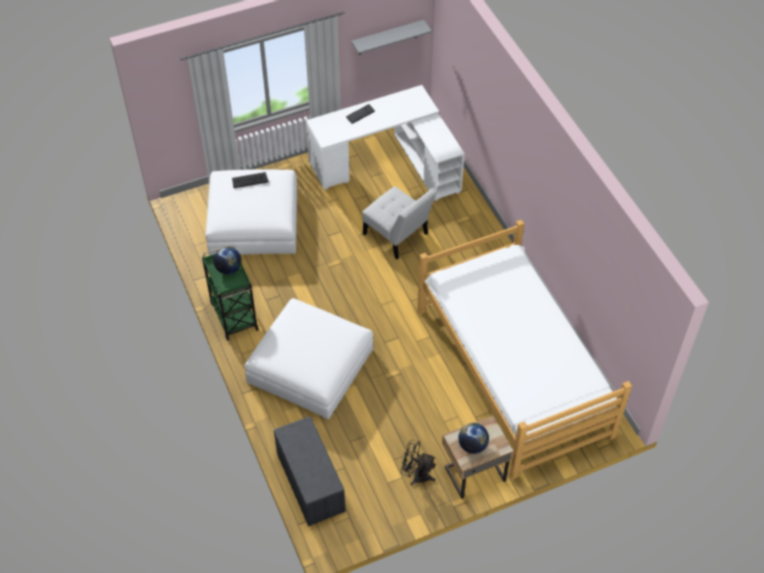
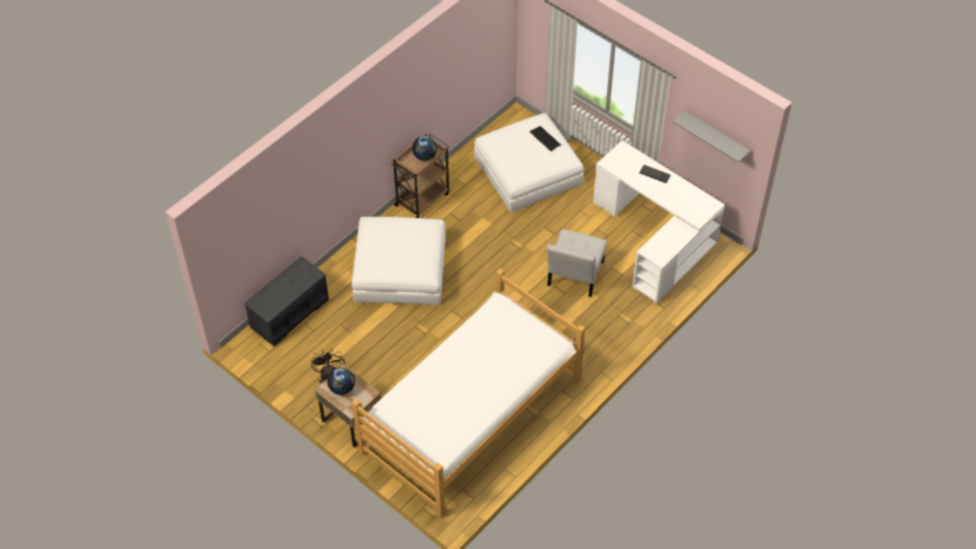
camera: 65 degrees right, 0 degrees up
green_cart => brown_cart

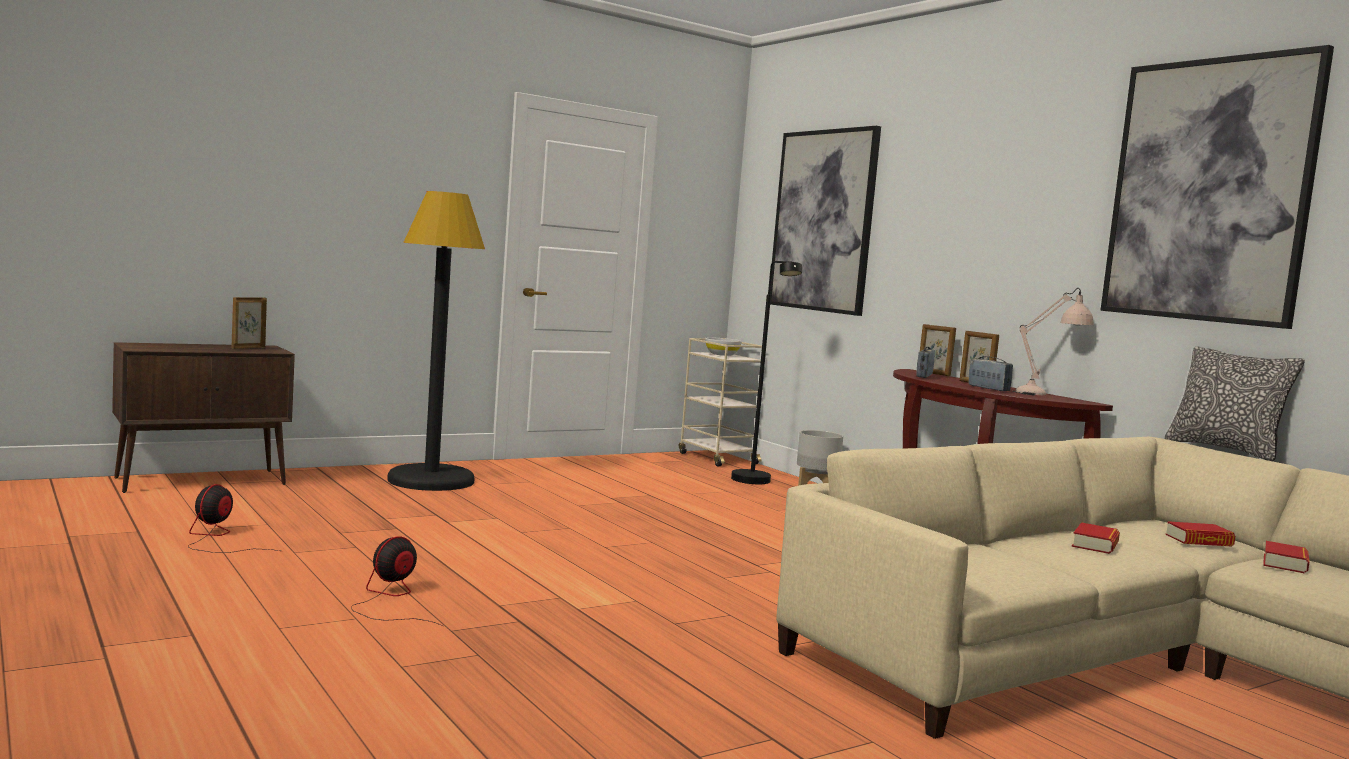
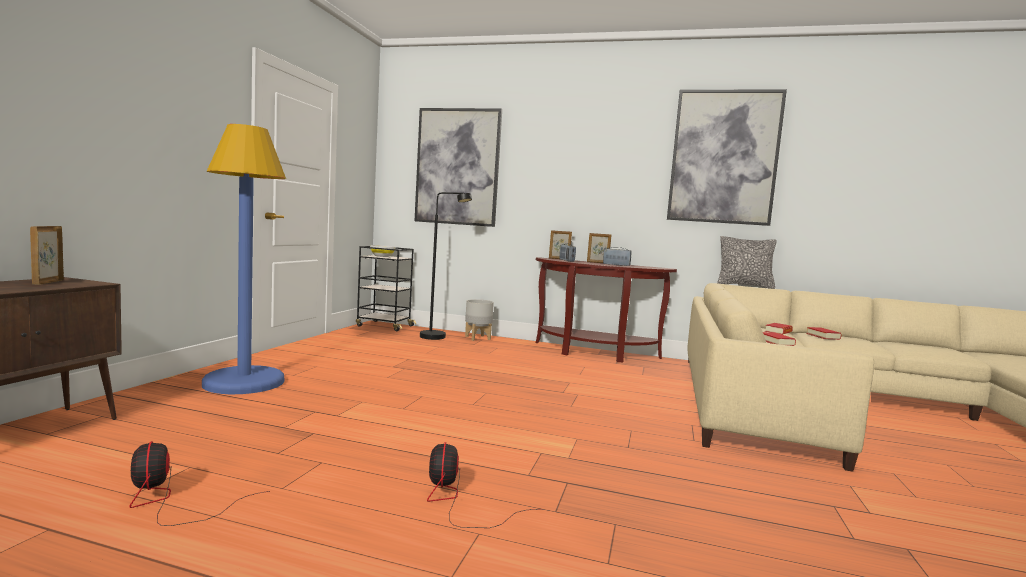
camera: 40 degrees left, 0 degrees up
black_floor_lamp (no. 1 from left) => blue_floor_lamp
beige_cart => black_cart
beige_table_lamp => nothing

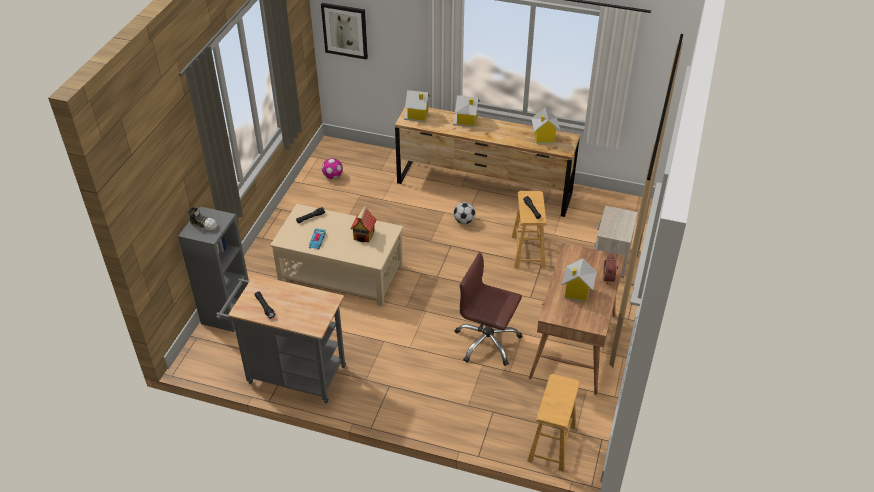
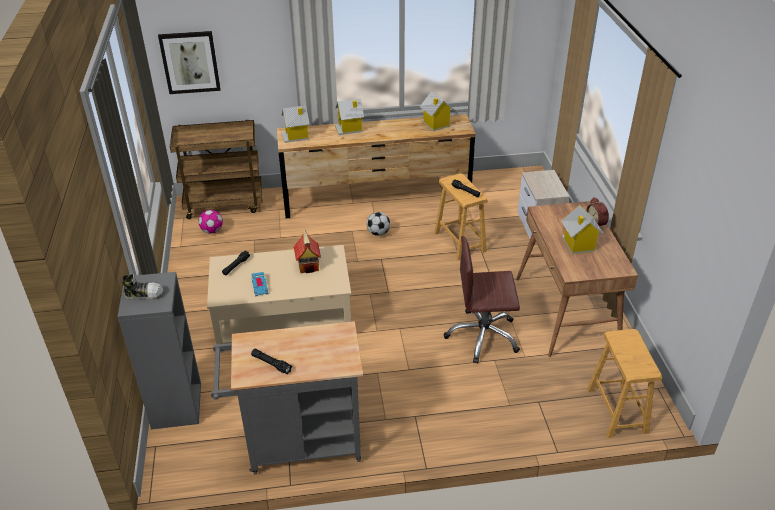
camera: 25 degrees left, 5 degrees down
nothing => brown_cart

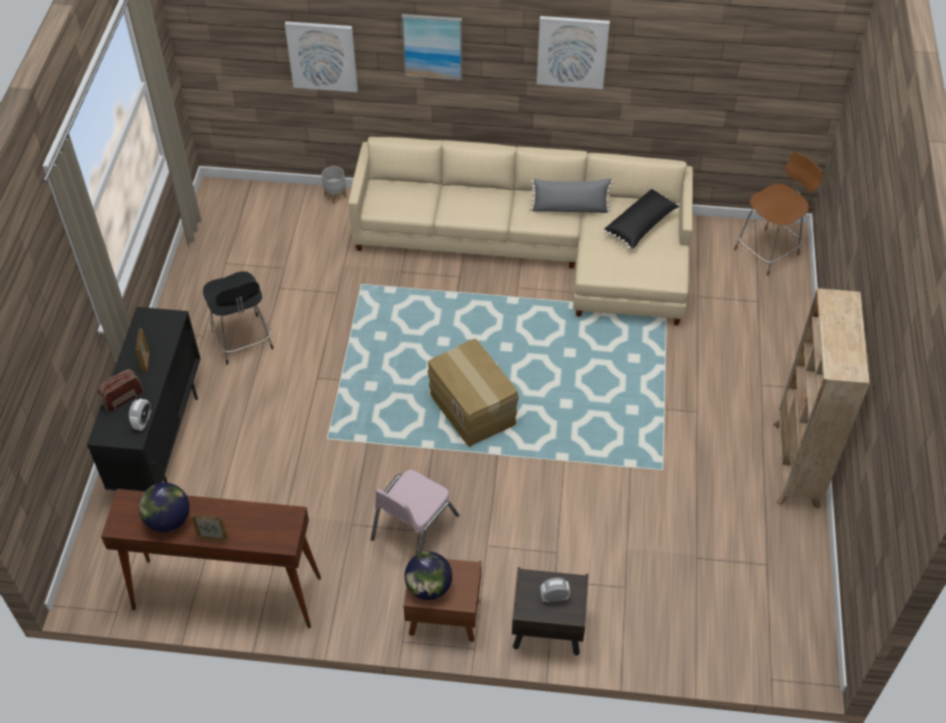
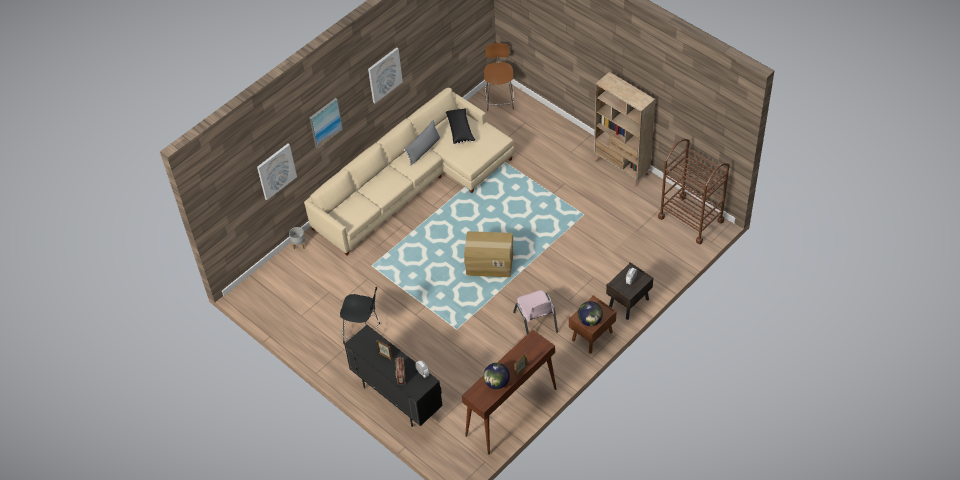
camera: 50 degrees left, 0 degrees up
nothing => brown_cart

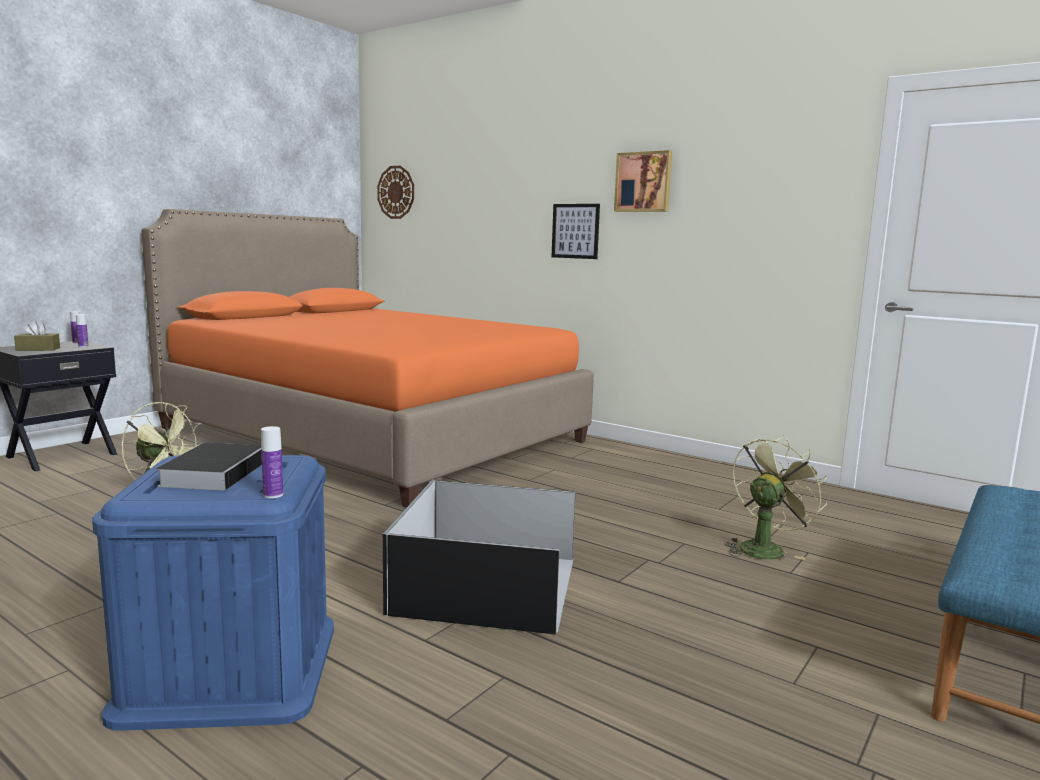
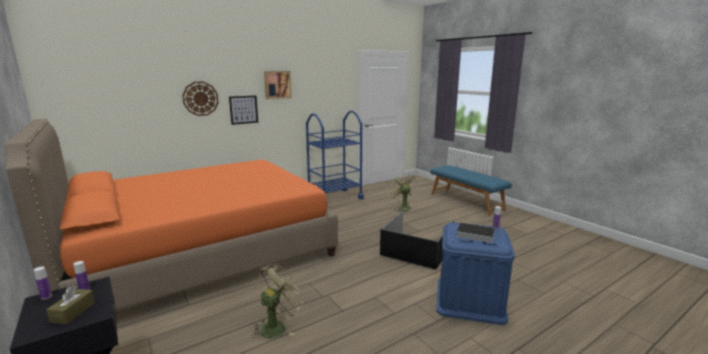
camera: 70 degrees left, 5 degrees up
wall_clock, relocated
nothing => blue_cart

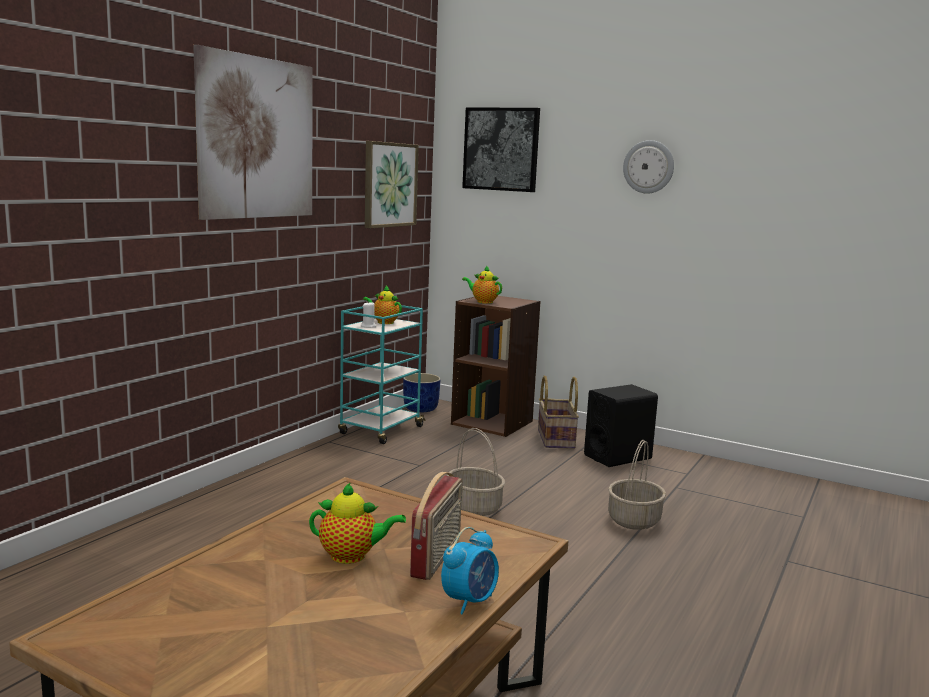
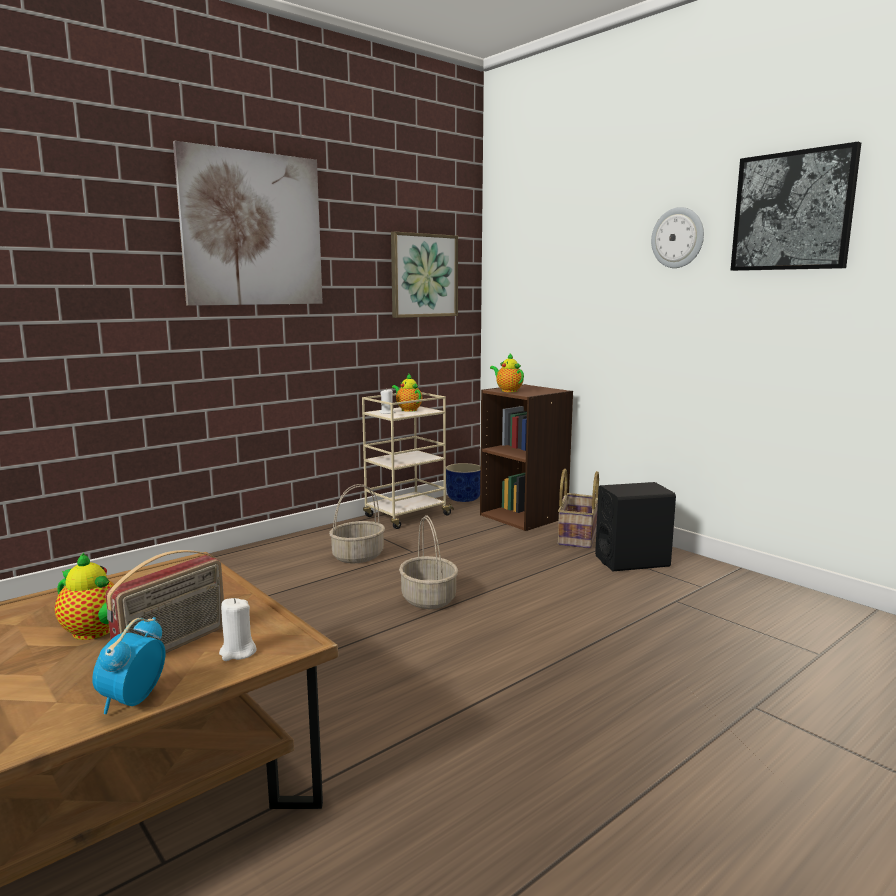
camera: 20 degrees right, 0 degrees up
turquoise_cart => beige_cart
alarm_clock, 135 degrees clockwise
picture (no. 3 from left), relocated
basket (no. 3 from left in the first image) => basket (no. 1 from left), relocated
nothing => white_candle (no. 1 from left)

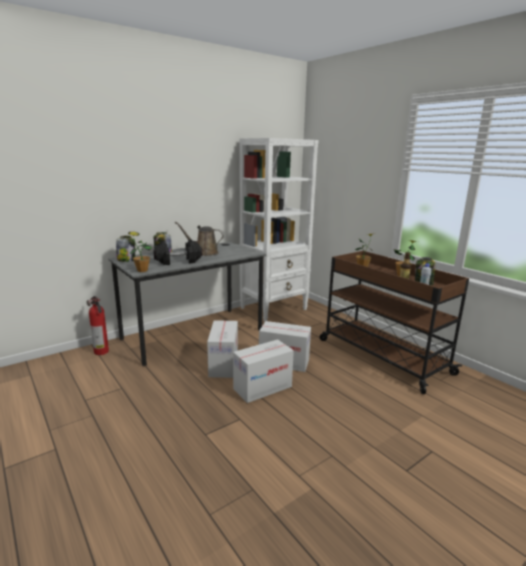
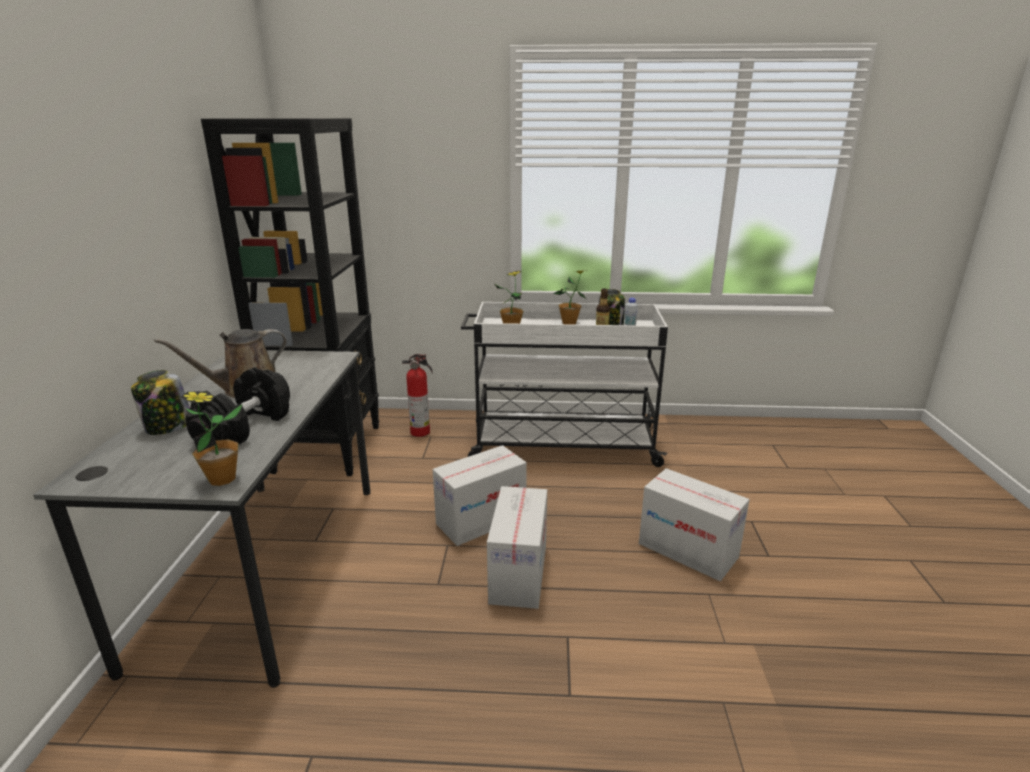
camera: 50 degrees left, 5 degrees up
fire_extinguisher, relocated
jar (no. 1 from left) => nothing
cardboard_box (no. 1 from left in the first image) => cardboard_box (no. 3 from left), relocated
white_bookcase => black_bookcase
brown_cart => white_cart

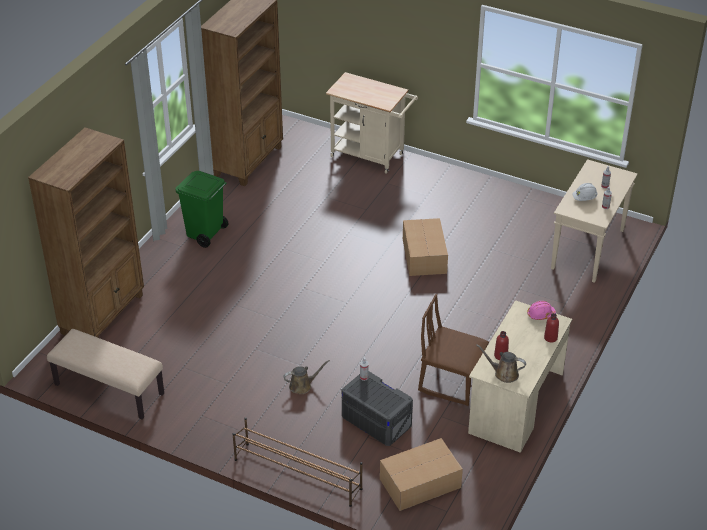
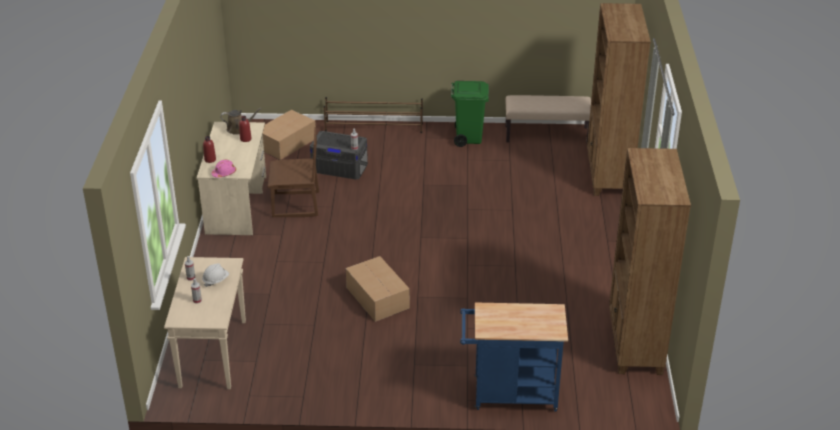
camera: 155 degrees right, 5 degrees down
green_trash_can, relocated
brown_watering_can (no. 1 from left) => nothing
beige_cart => blue_cart

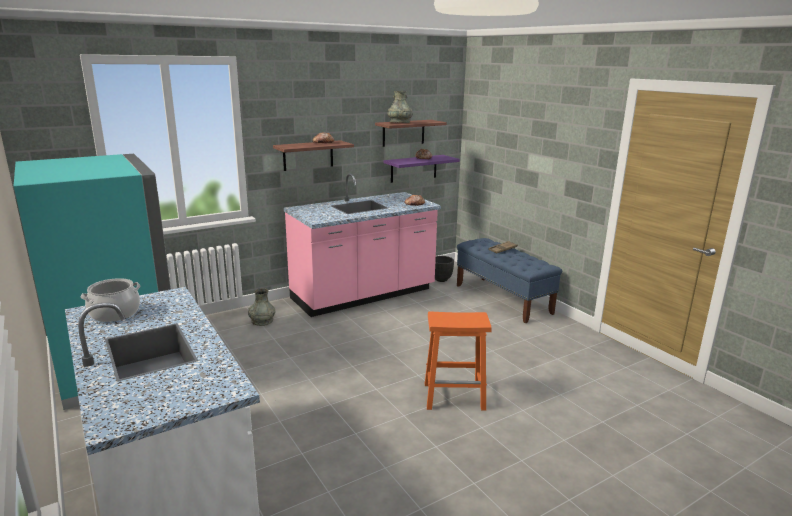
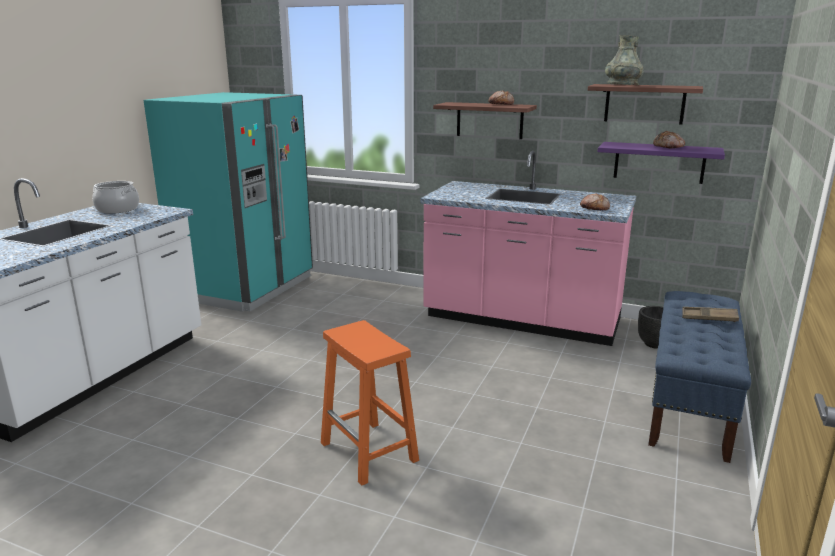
camera: 55 degrees right, 0 degrees up
grey_vase (no. 1 from left) => nothing

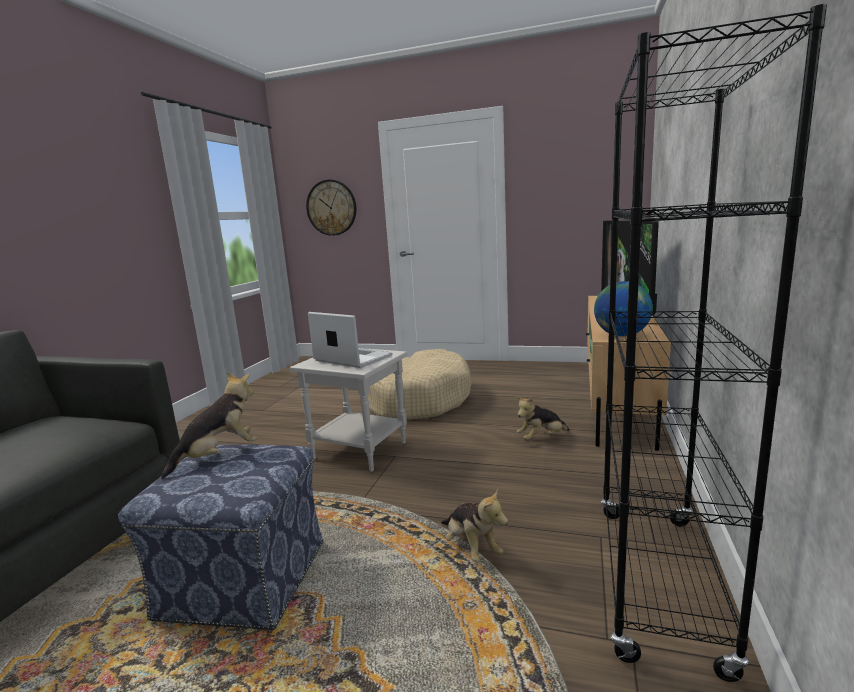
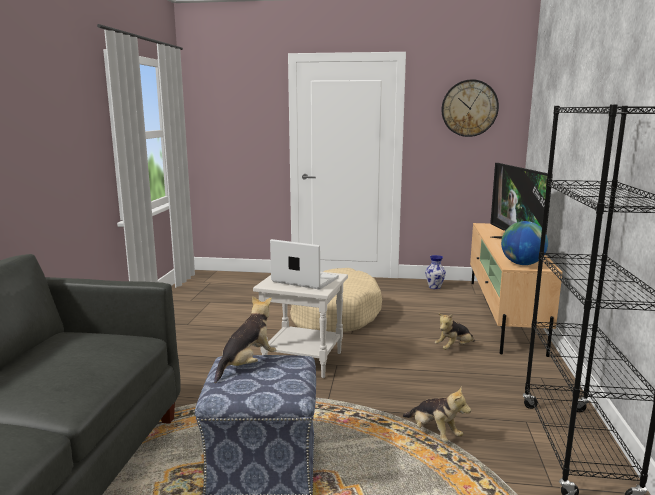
camera: 10 degrees left, 0 degrees up
wall_clock, relocated
nothing => vase

